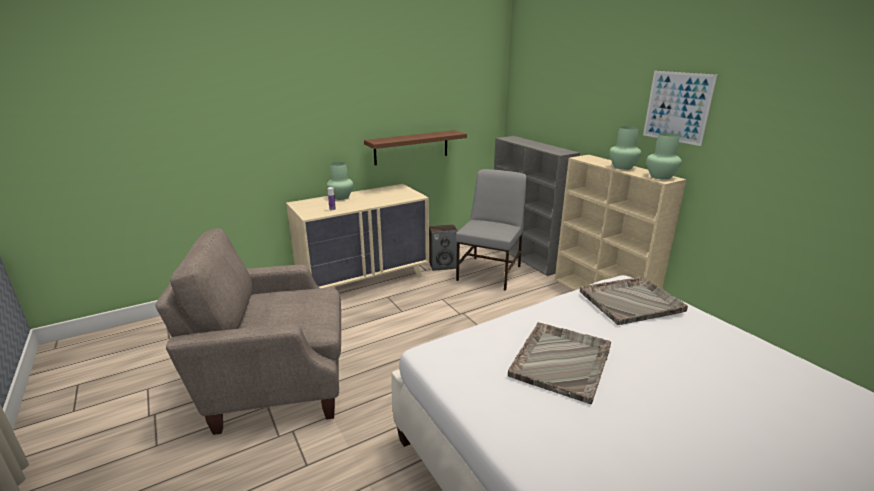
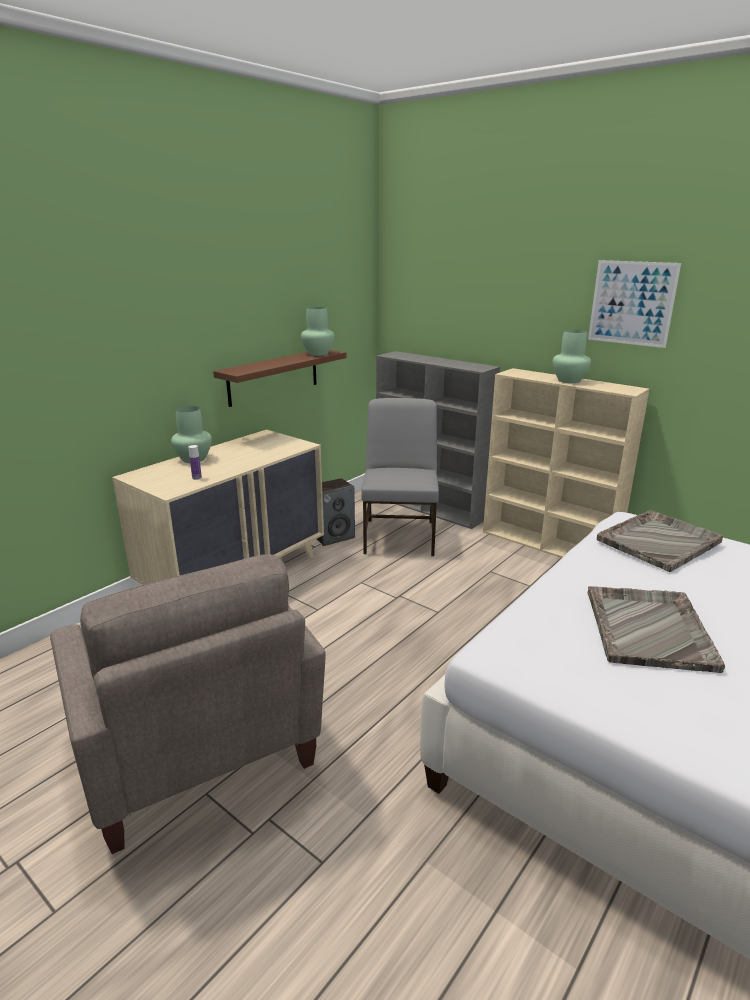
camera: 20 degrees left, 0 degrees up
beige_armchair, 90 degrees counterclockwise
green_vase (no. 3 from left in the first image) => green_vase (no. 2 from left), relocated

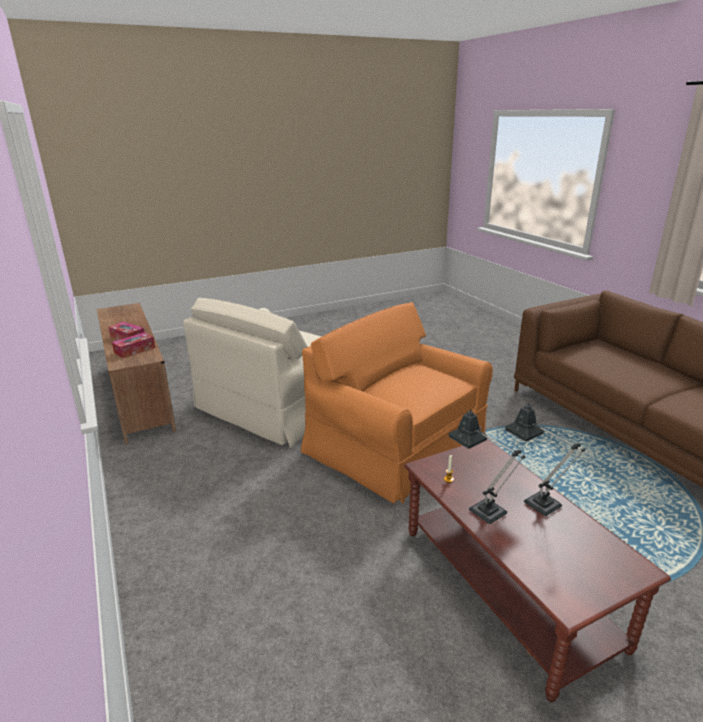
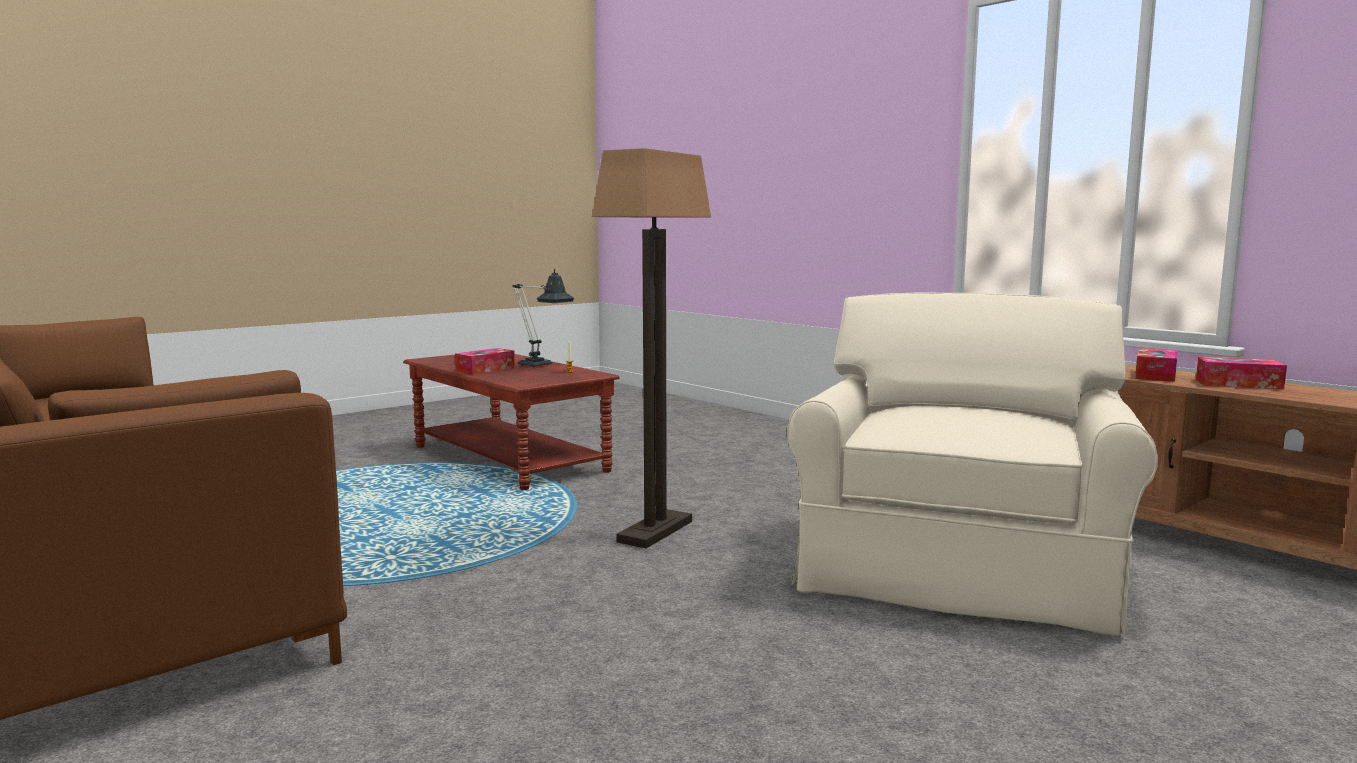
camera: 165 degrees right, 15 degrees down
orange_armchair => floor_lamp
table_lamp (no. 2 from left) => tissue_box (no. 1 from left)

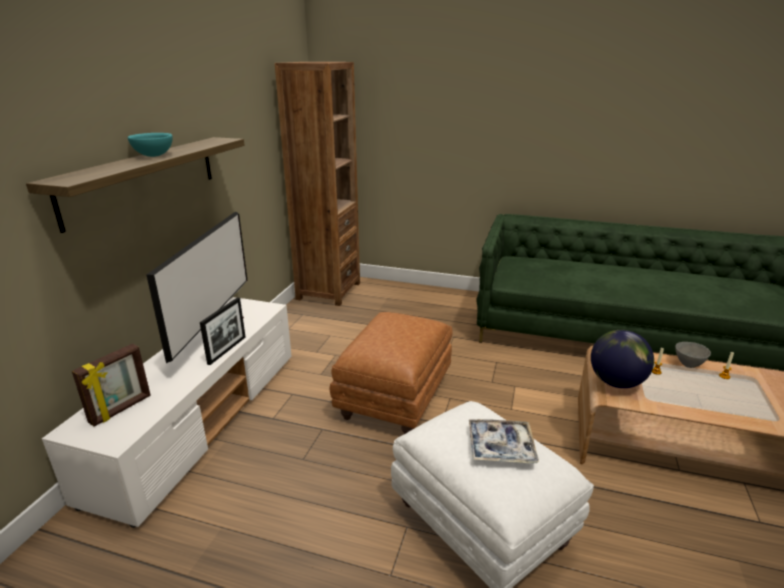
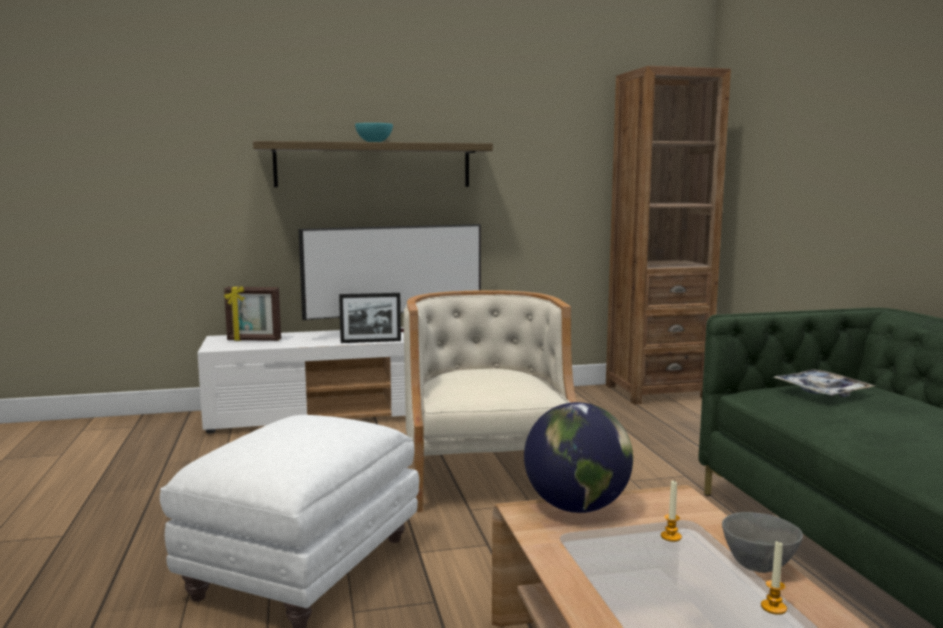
camera: 60 degrees right, 15 degrees down
brown_ottoman => beige_armchair
tray, relocated

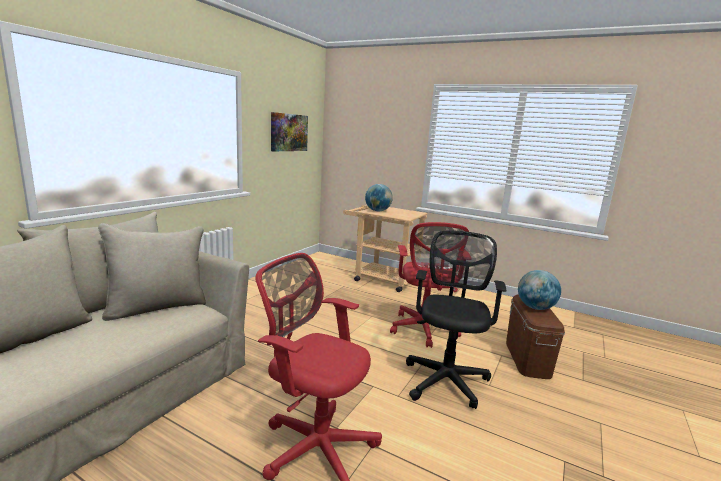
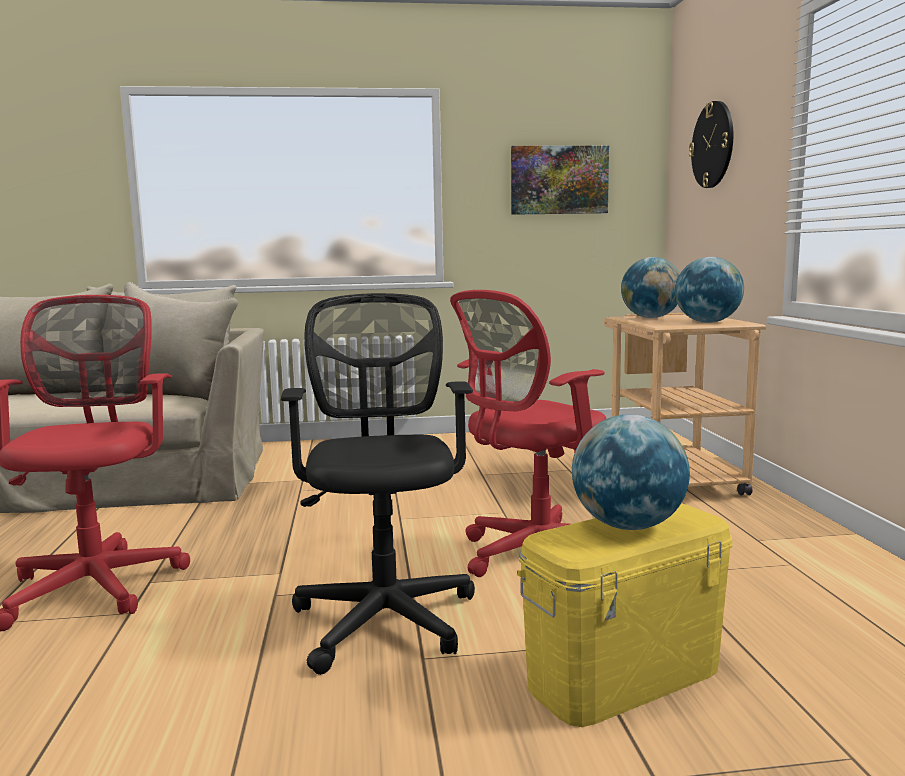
camera: 55 degrees right, 5 degrees down
black_office_chair, 75 degrees counterclockwise
brown_storage_box => yellow_storage_box
nothing => globe (no. 3 from left)
nothing => wall_clock

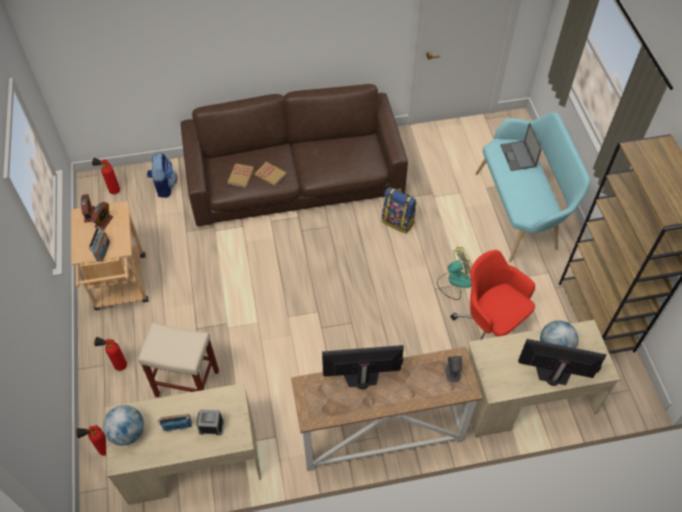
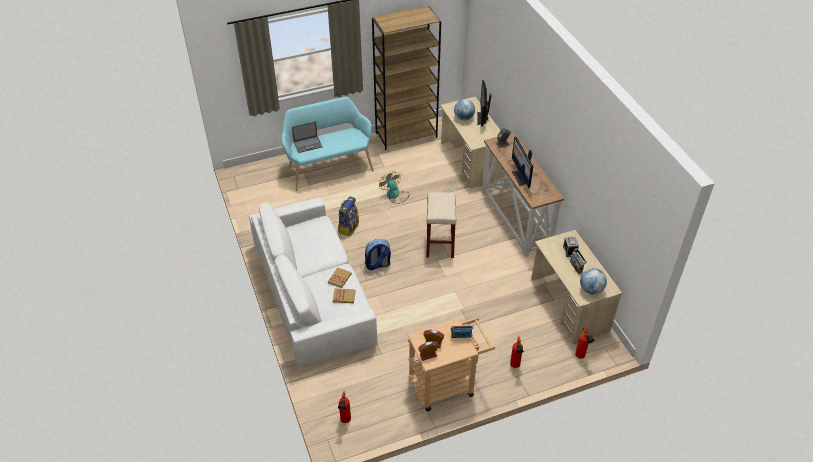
camera: 100 degrees left, 10 degrees down
beige_stool, relocated
backpack (no. 1 from left in the first image) => backpack (no. 2 from left), relocated
brown_sofa => white_sofa
red_office_chair => nothing

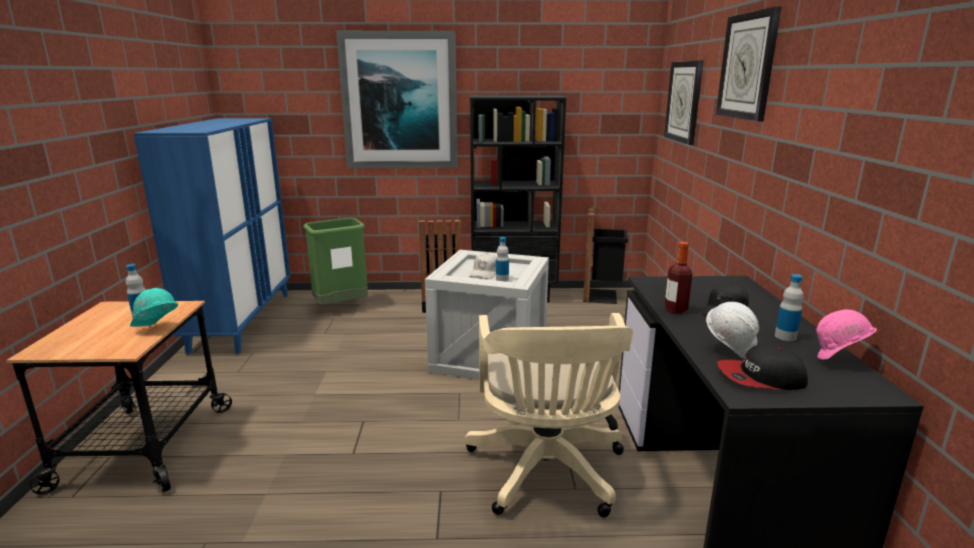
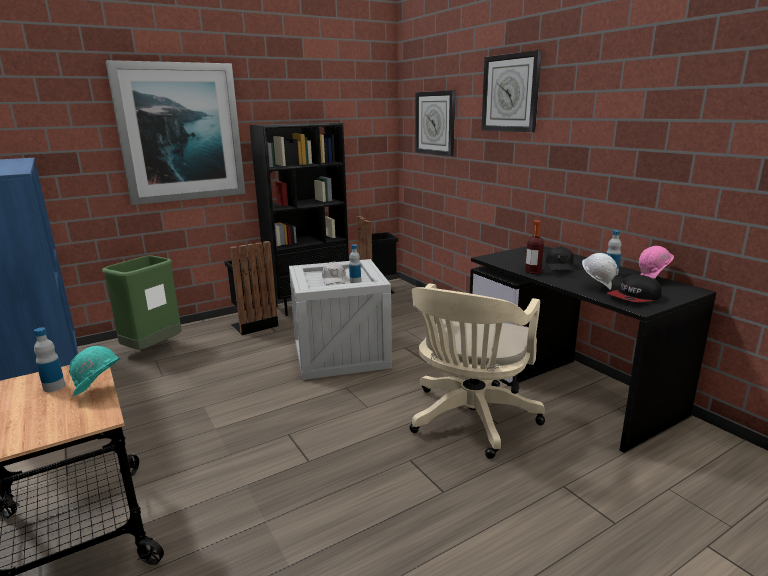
camera: 30 degrees left, 0 degrees up
beige_office_chair, 60 degrees clockwise

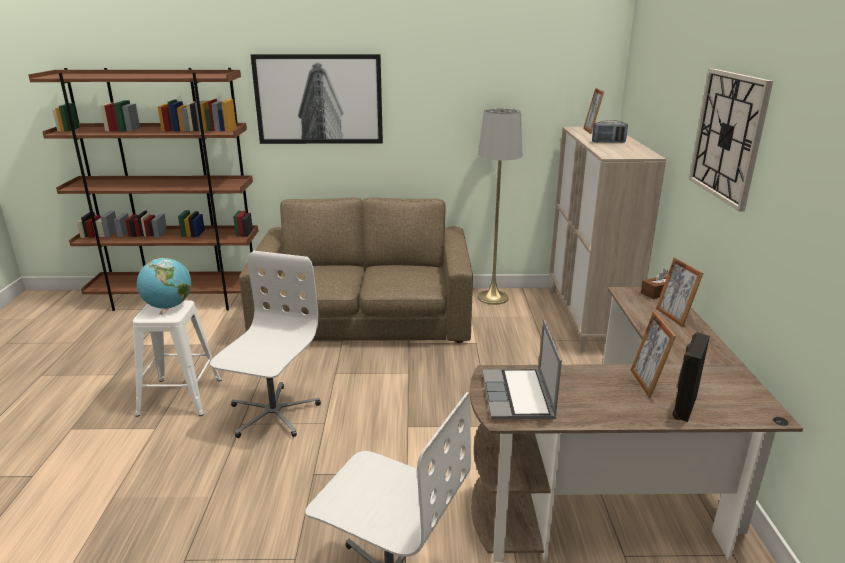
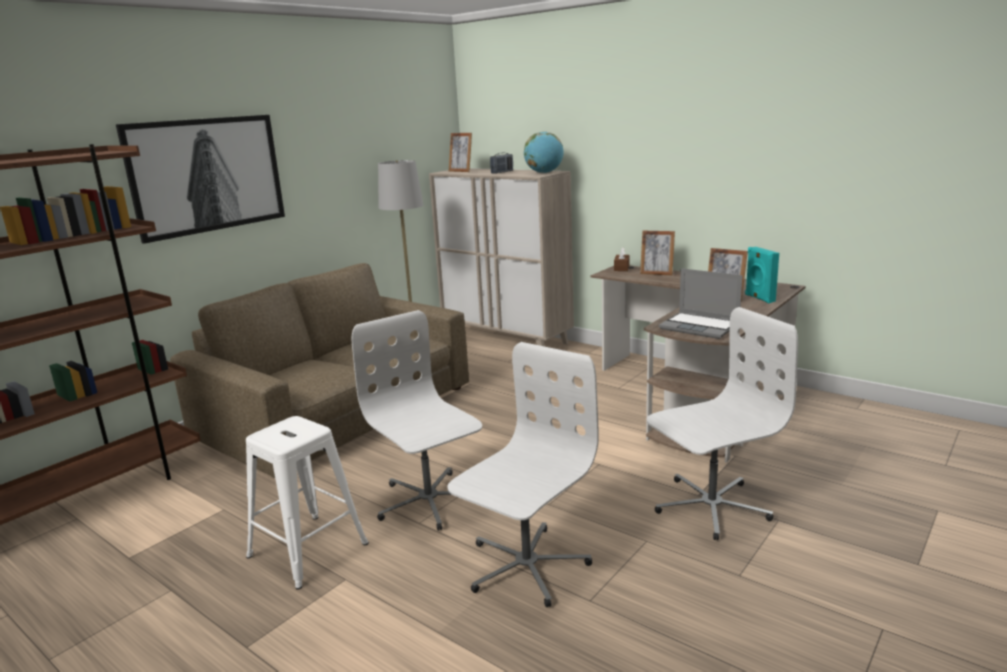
camera: 50 degrees left, 5 degrees down
globe, relocated
black_speaker => turquoise_speaker
wall_clock => nothing
nothing => white_office_chair (no. 2 from left)

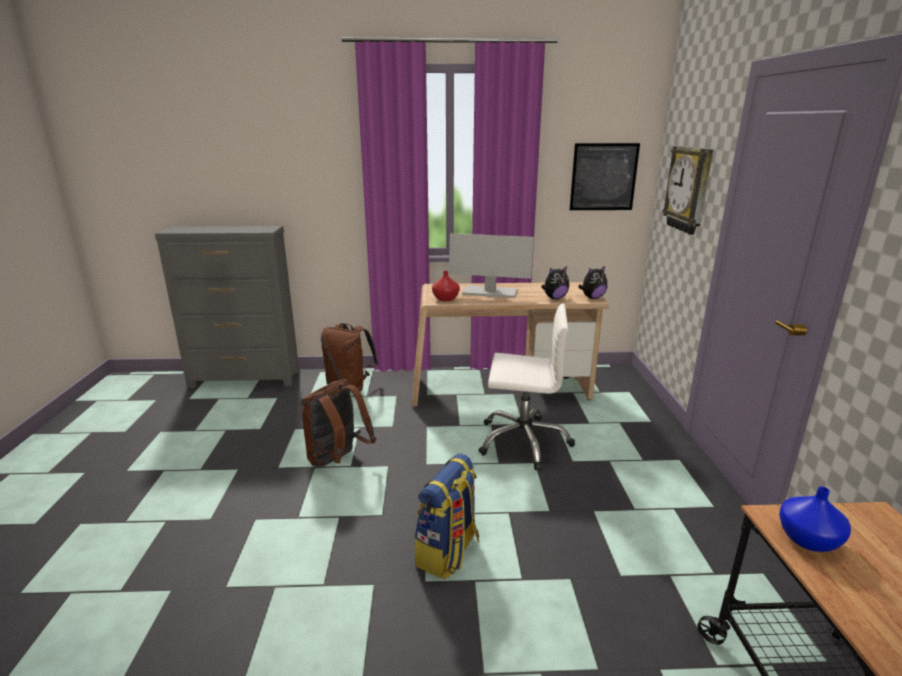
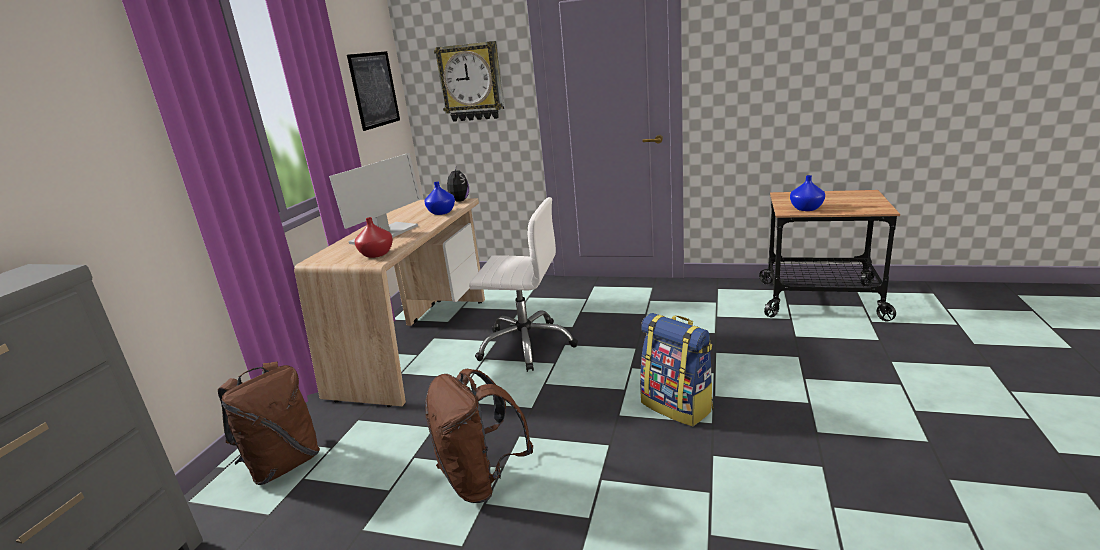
camera: 70 degrees left, 0 degrees up
white_office_chair, 75 degrees clockwise
plush_toy (no. 1 from left) => blue_vase (no. 1 from left)

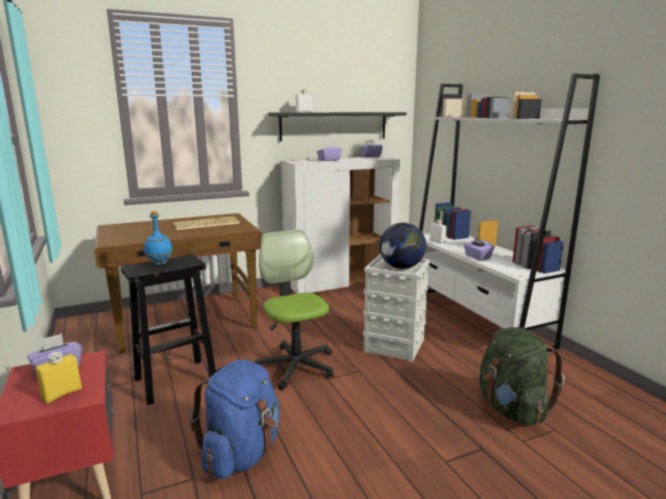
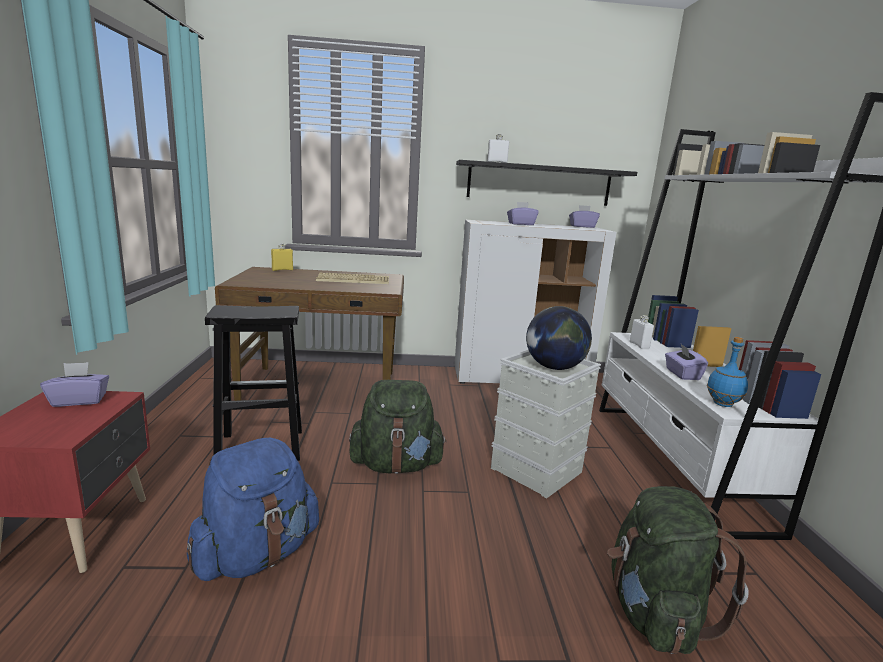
camera: 20 degrees right, 0 degrees up
yellow_bottle, relocated
blue_bottle, relocated
office_chair => green_backpack (no. 1 from left)

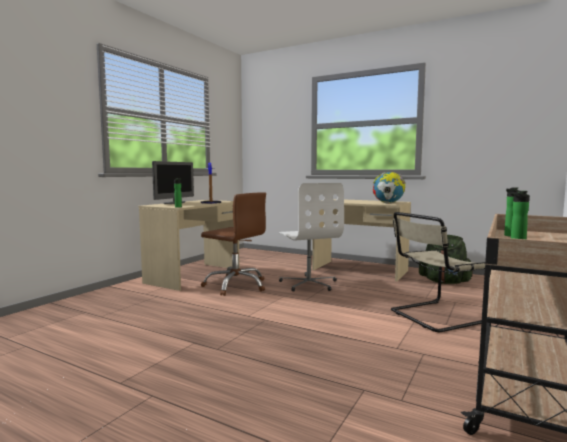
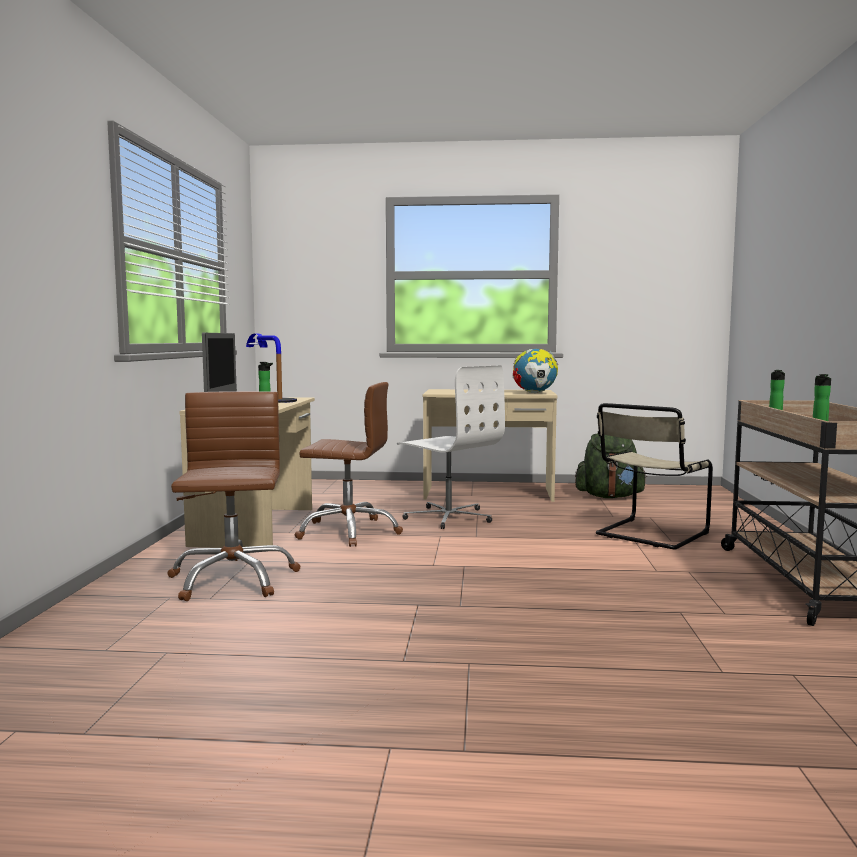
camera: 25 degrees left, 0 degrees up
nothing => brown_office_chair (no. 1 from left)

